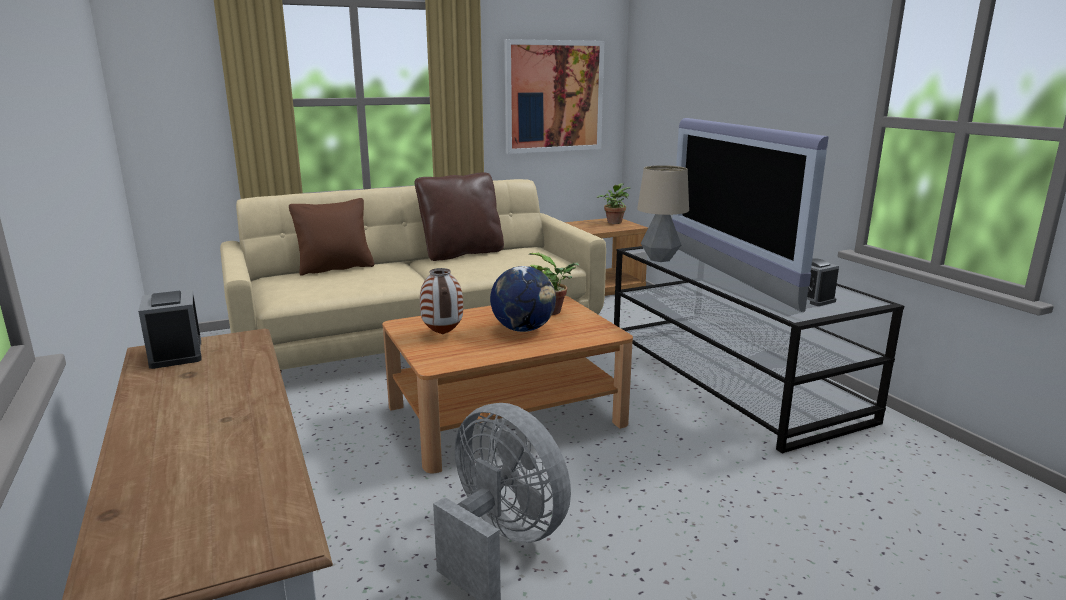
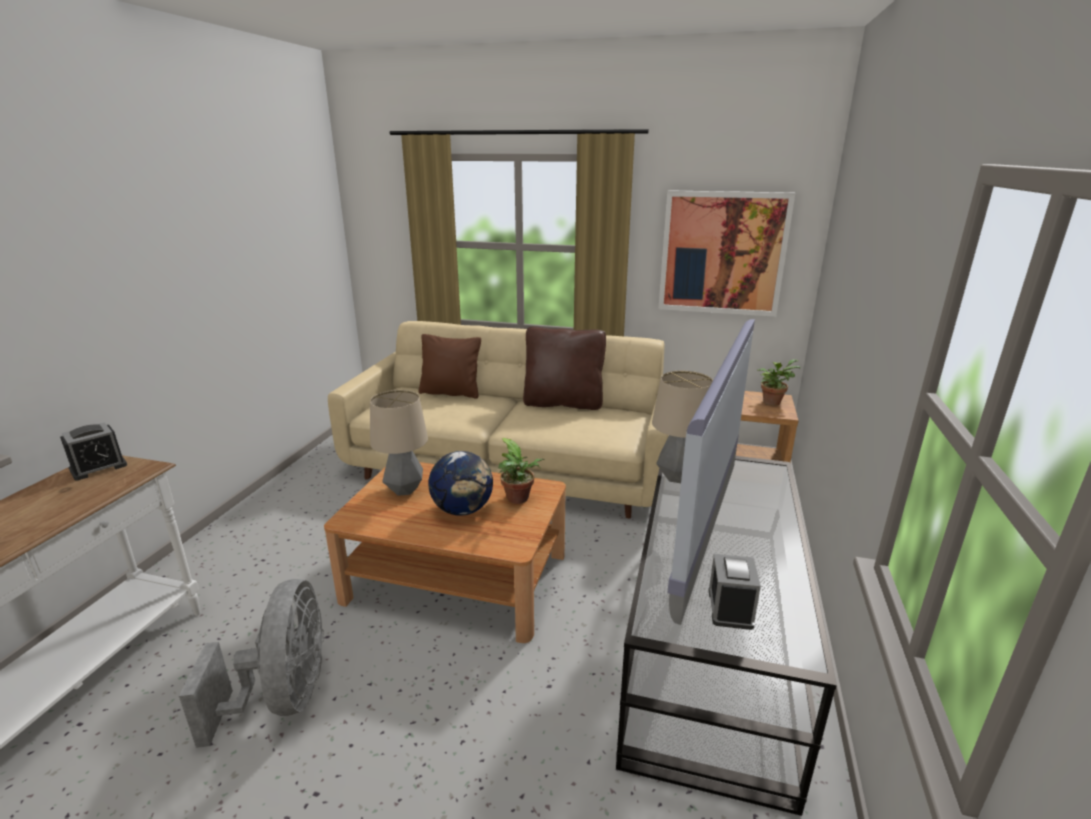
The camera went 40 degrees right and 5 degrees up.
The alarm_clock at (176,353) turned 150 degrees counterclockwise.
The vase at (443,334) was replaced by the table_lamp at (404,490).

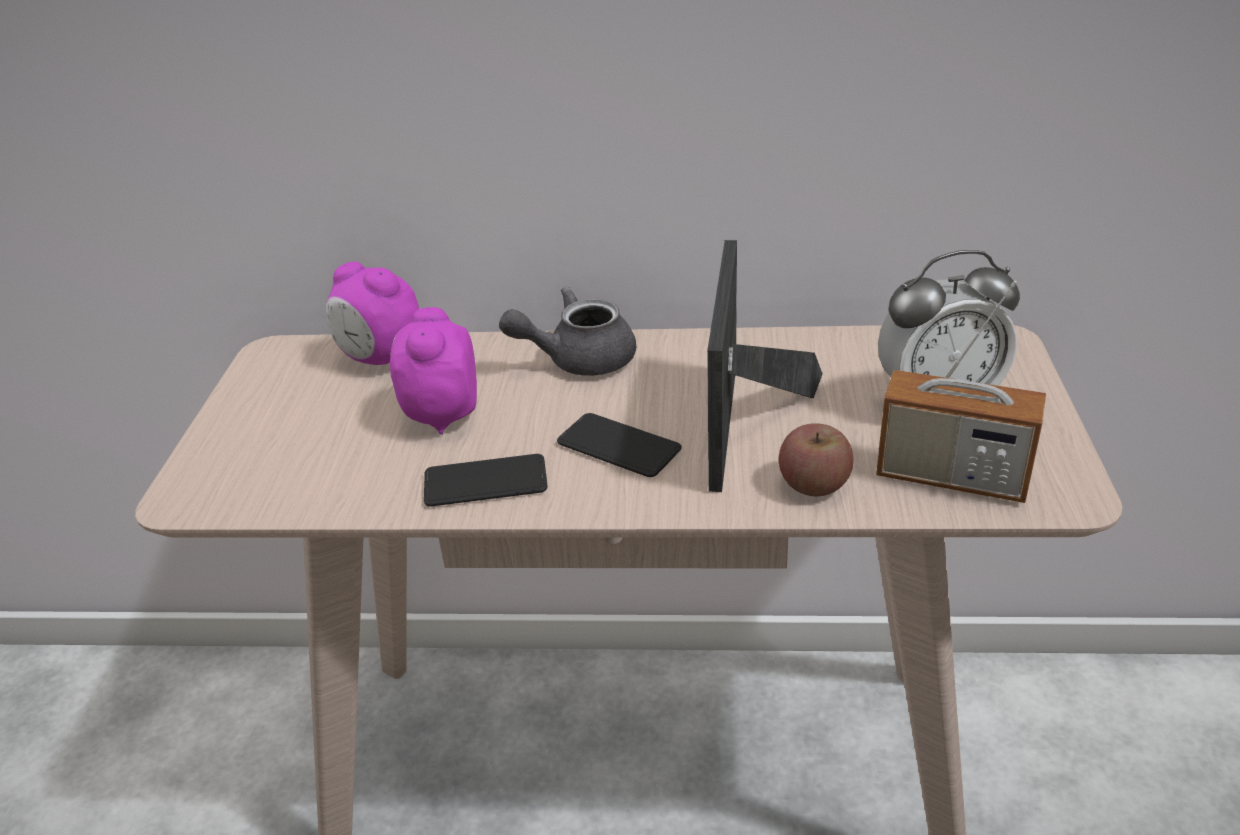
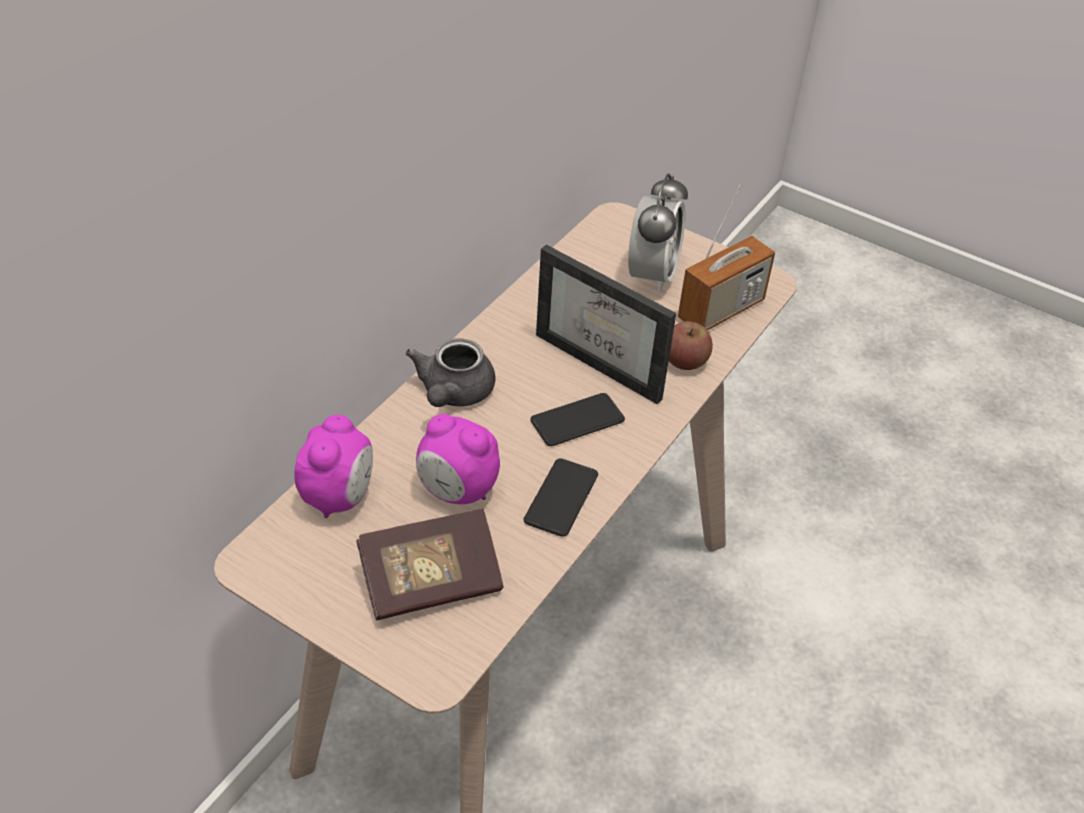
The camera went 65 degrees left and 10 degrees up.
The alarm_clock at (381,359) turned 45 degrees counterclockwise.
The book at (431,582) appeared.

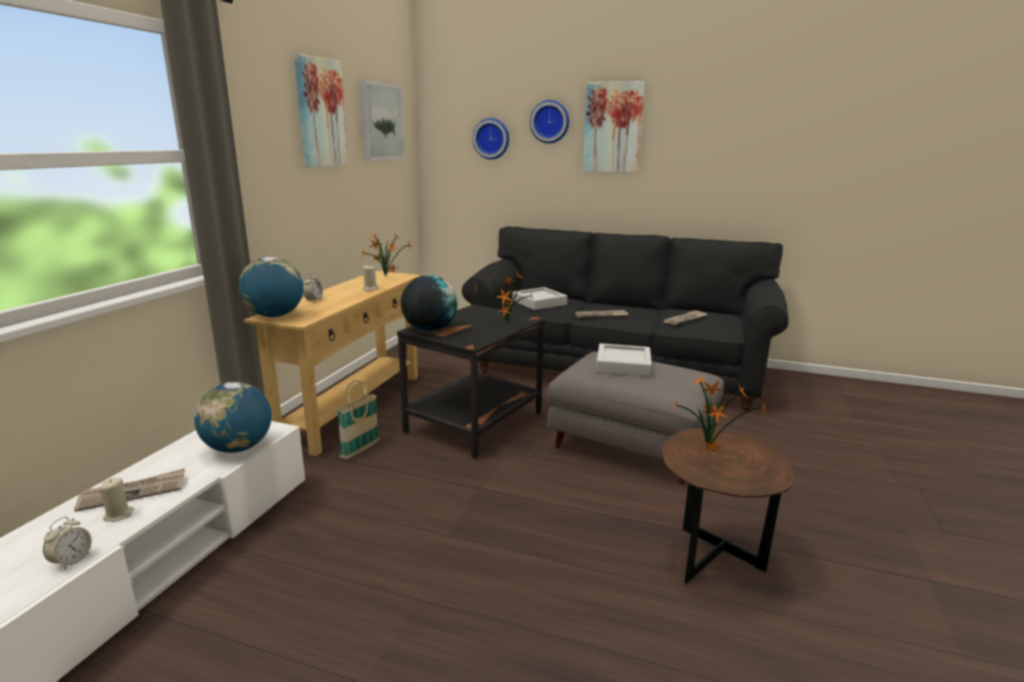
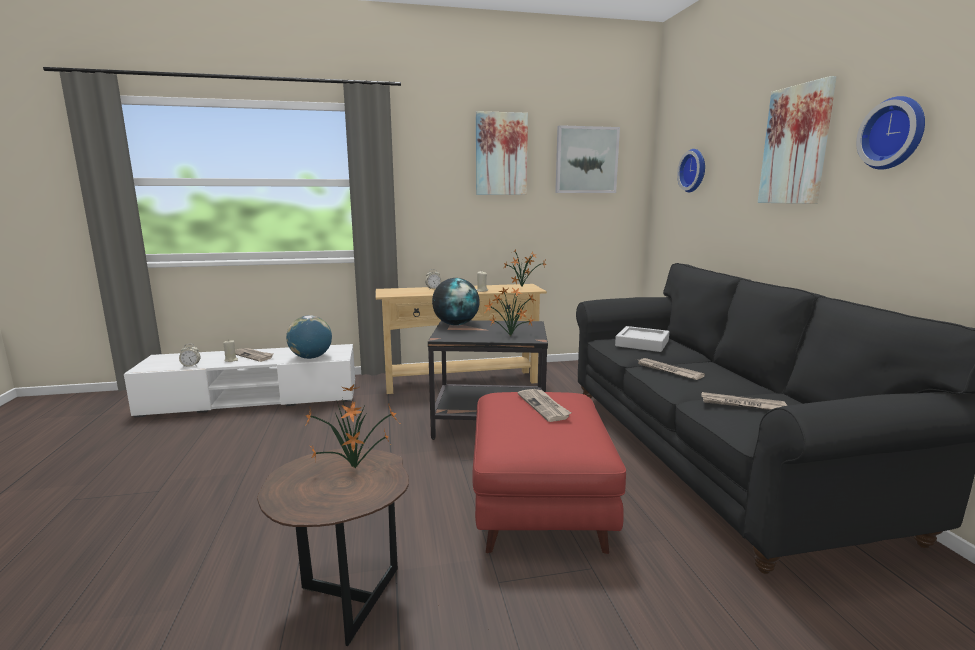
The camera went 60 degrees right and 5 degrees down.
The grey_ottoman at (632,445) became the red_ottoman at (540,503).
The grey_tray at (623,365) was replaced by the newspaper at (544,406).
The wall_clock moved from (550,122) to (894,133).
The globe at (275,316) disappeared.
The basket at (360,450) disappeared.

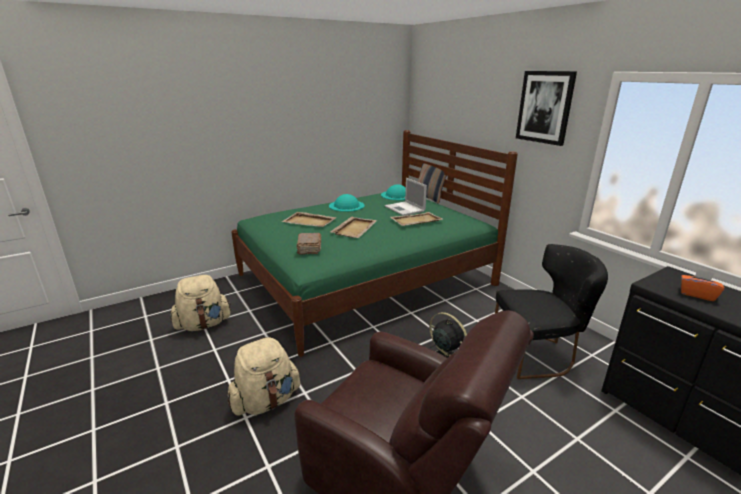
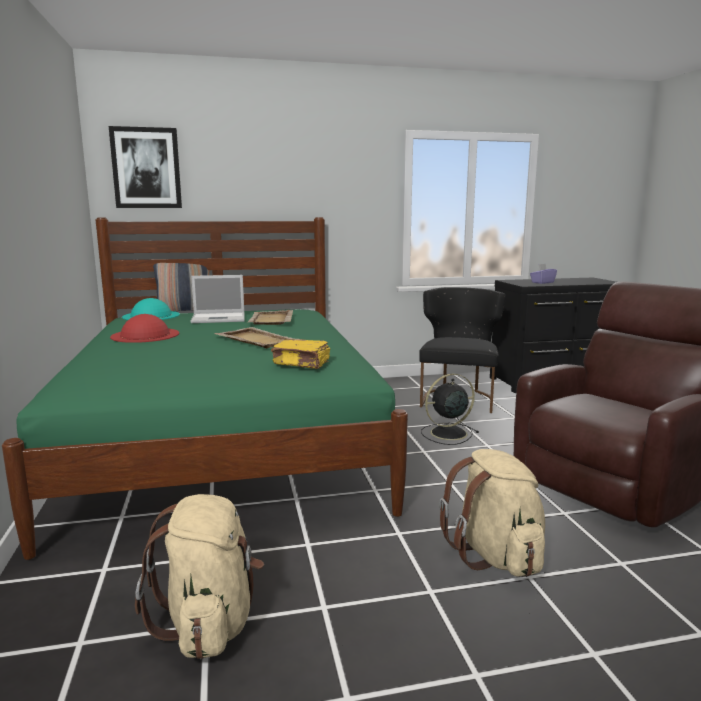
The camera went 70 degrees left and 10 degrees down.
The picture moved from (545,107) to (146,168).
The turquoise_hat at (346,205) became the red_hat at (145,335).
The brown_book at (309,249) became the yellow_book at (302,363).
The orange_tissue_box at (697,294) became the purple_tissue_box at (542,282).
The beige_tray at (310,221) disappeared.

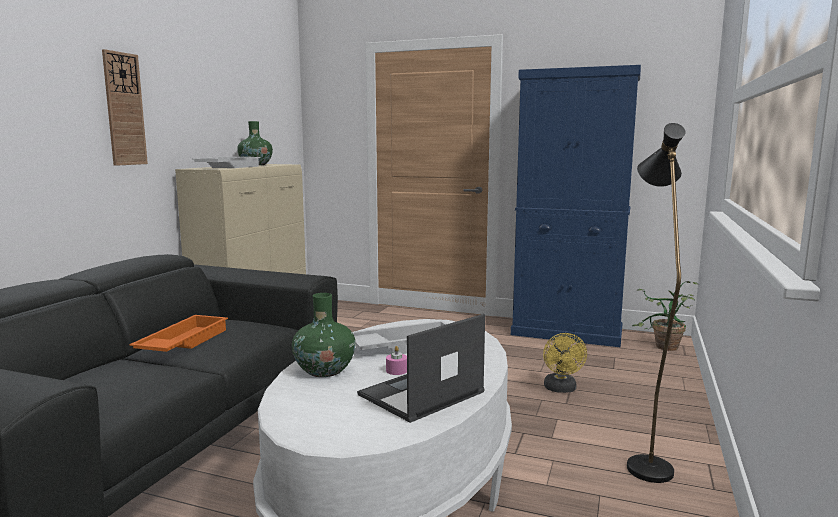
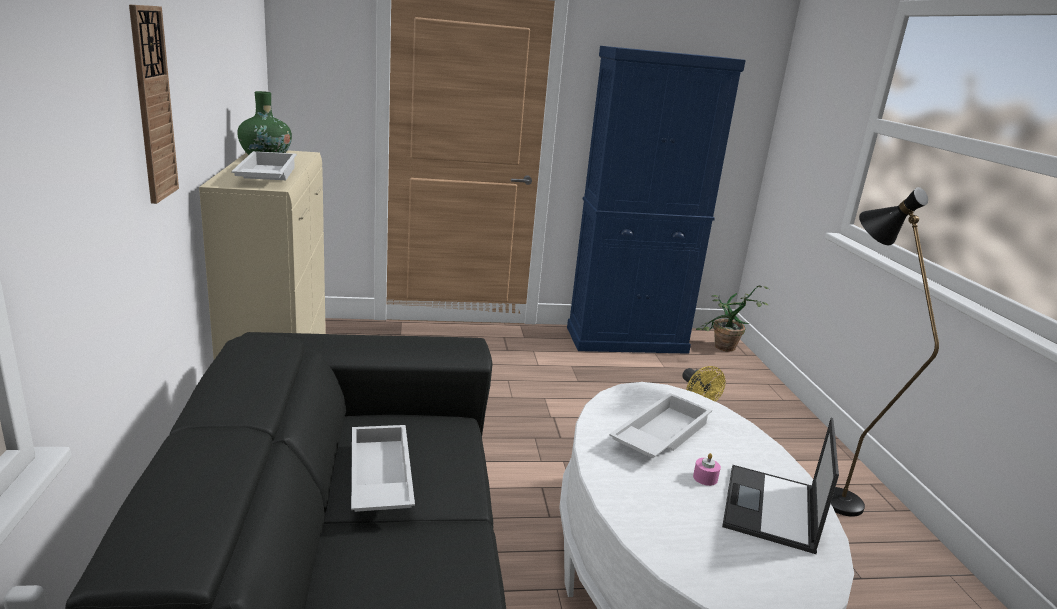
The camera went 30 degrees left and 10 degrees up.
The orange_tray at (182,342) became the white_tray at (378,477).
The green_vase at (325,370) disappeared.

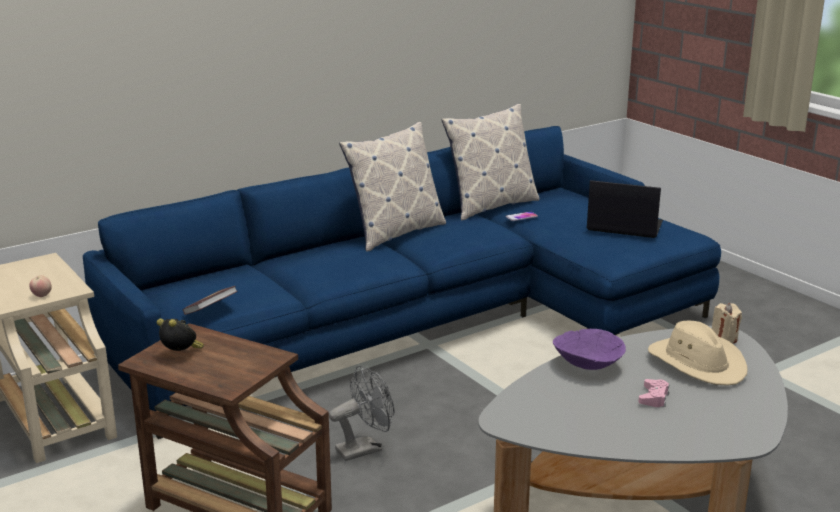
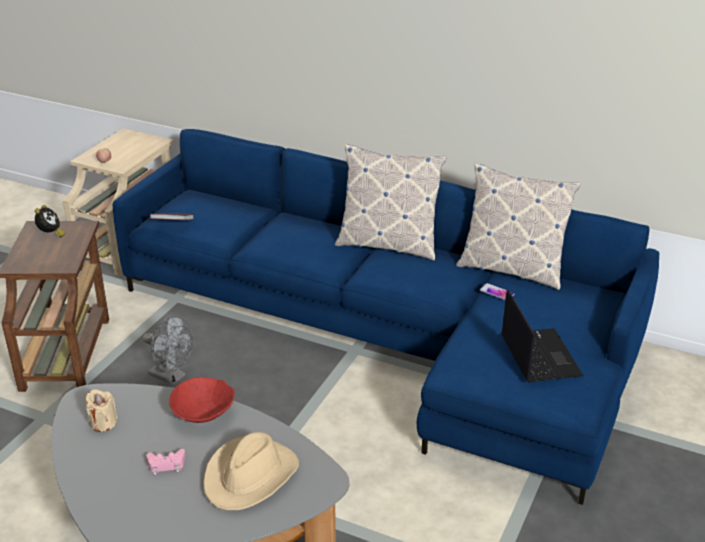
The camera went 60 degrees right and 10 degrees up.
The beige_candle moved from (724,338) to (103,423).
The purple_bowl at (587,365) became the red_bowl at (203,413).

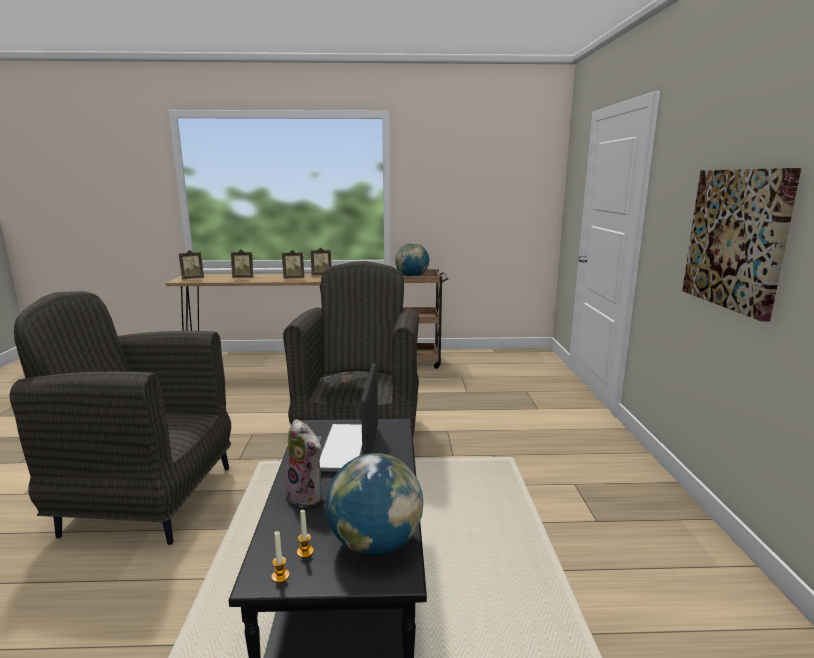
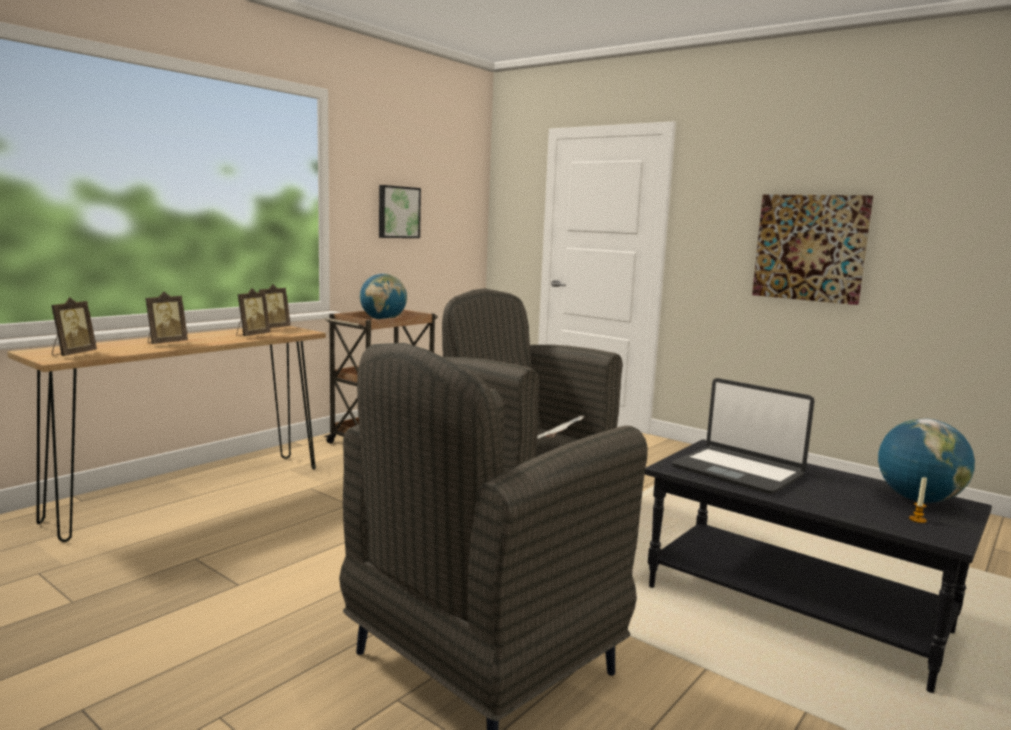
The camera went 50 degrees left and 5 degrees down.
The picture at (398,212) appeared.
The candle at (280,576) disappeared.
The plush_toy at (307,495) disappeared.

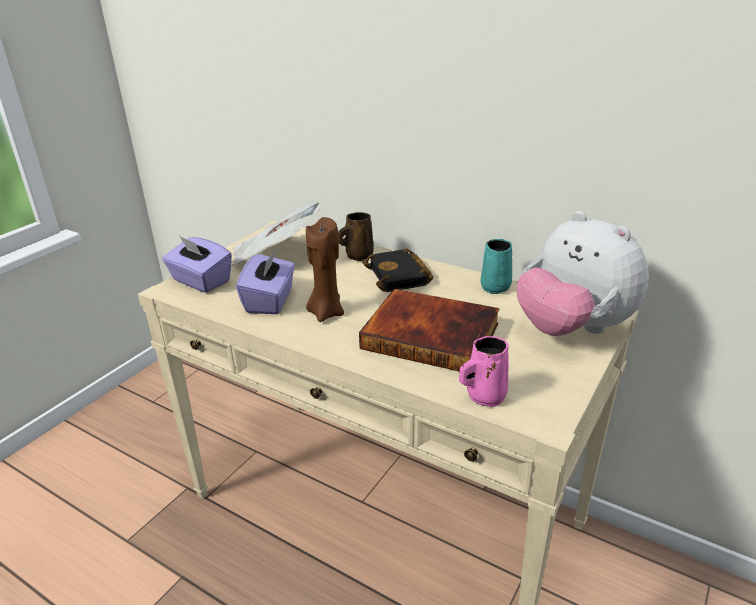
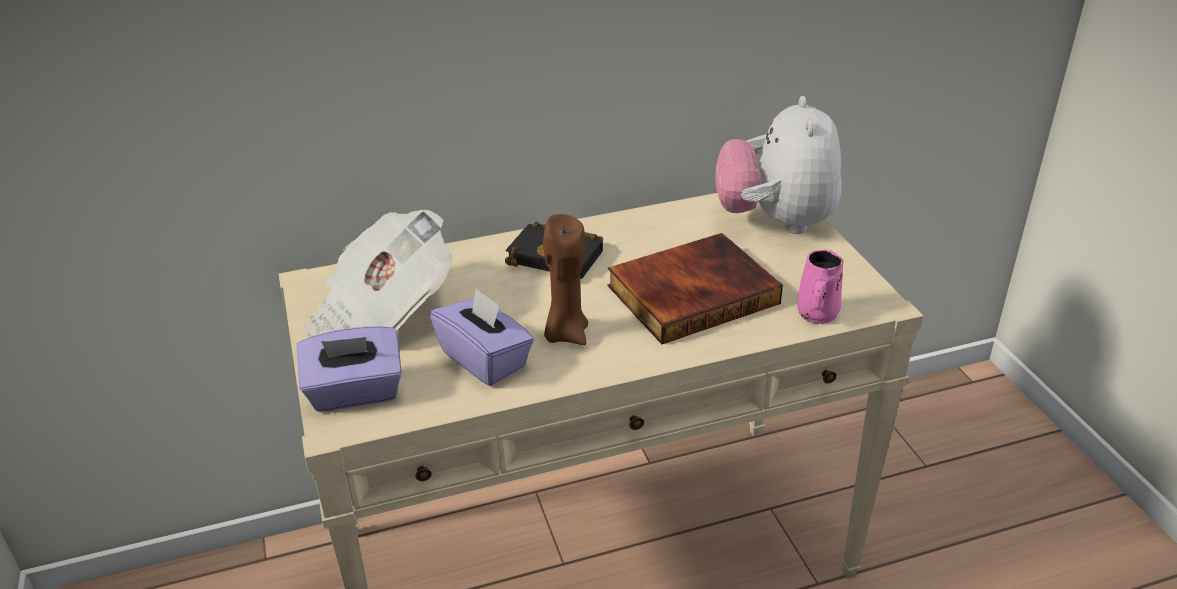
The camera went 50 degrees left and 5 degrees up.
The plush_toy at (572,329) turned 90 degrees clockwise.
The brown_mug at (358,256) disappeared.
The turquoise_mug at (496,286) disappeared.

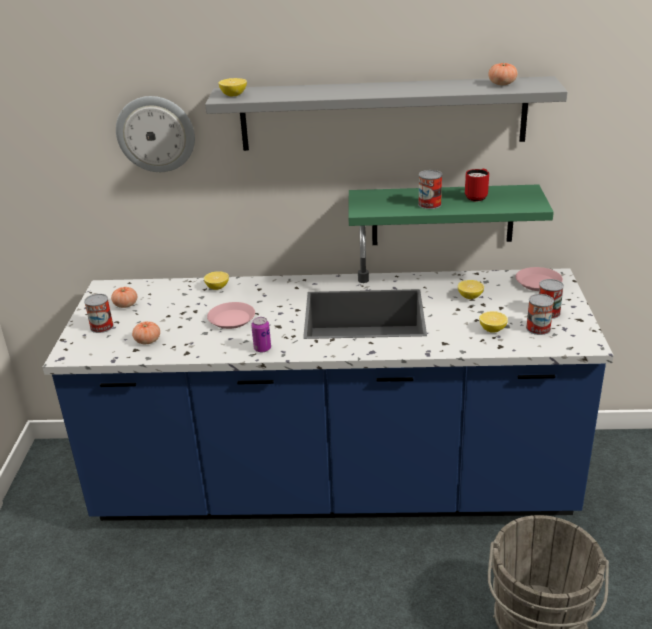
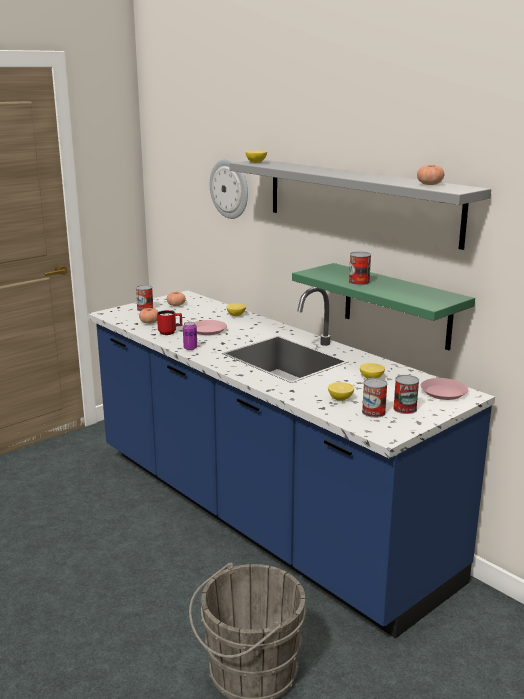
The camera went 45 degrees right and 10 degrees down.
The red_mug moved from (477,196) to (170,332).

